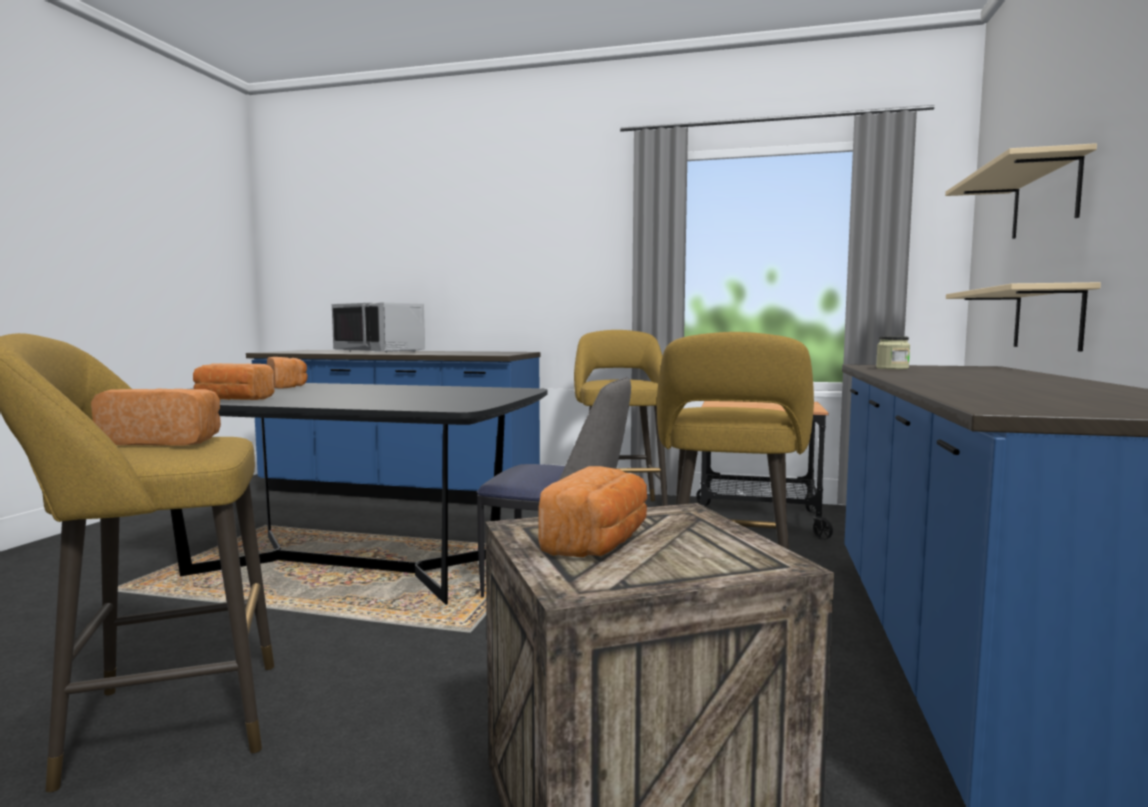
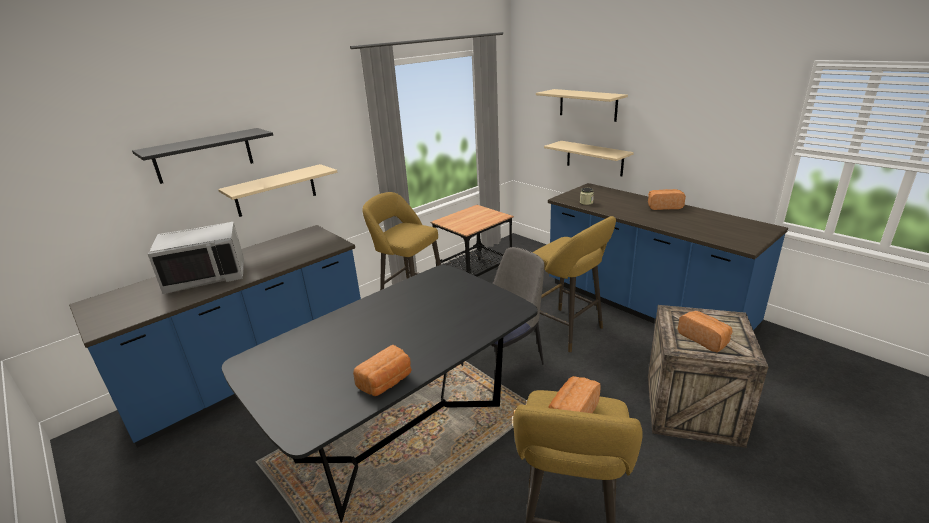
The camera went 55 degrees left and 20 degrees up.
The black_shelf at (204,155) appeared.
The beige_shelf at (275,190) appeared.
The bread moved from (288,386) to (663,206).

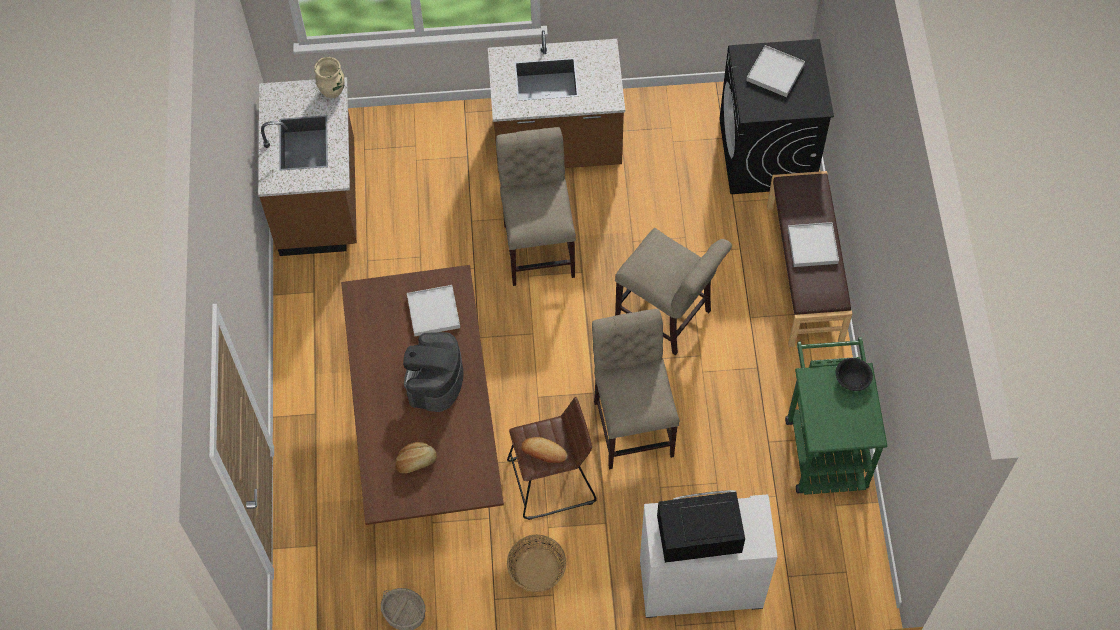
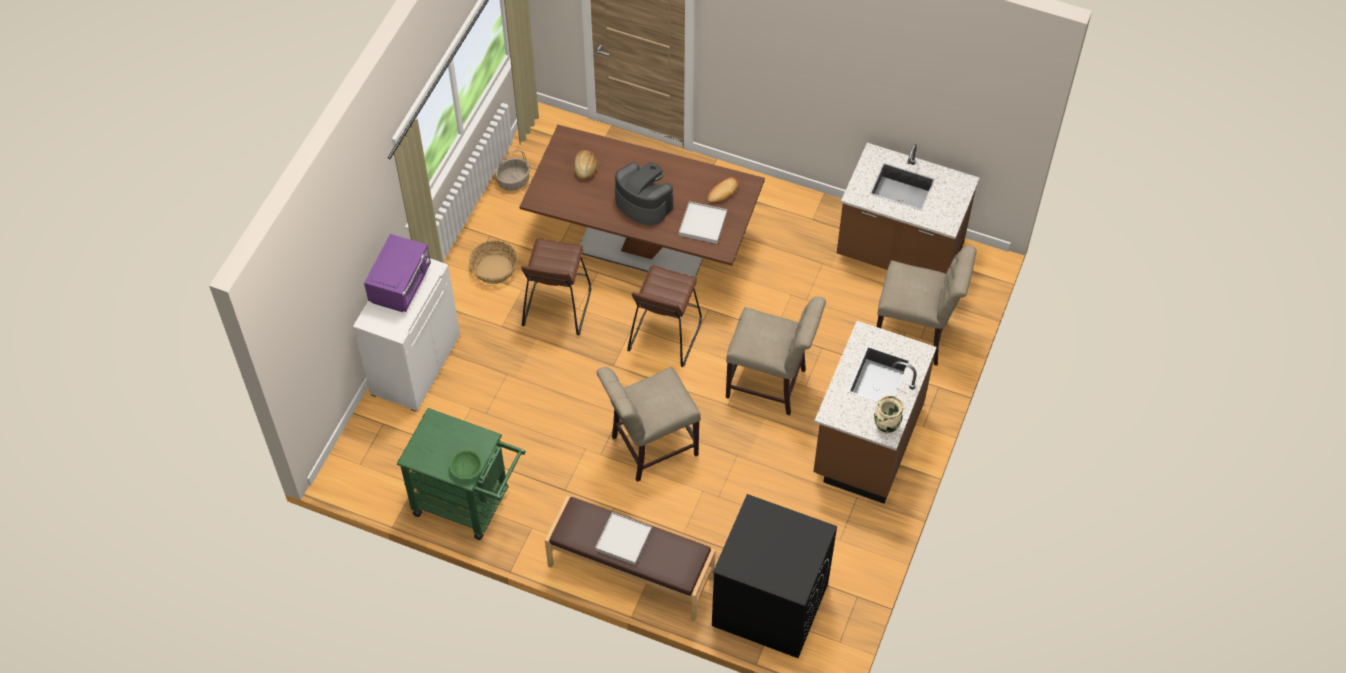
The camera went 115 degrees right and 5 degrees down.
The black_microwave at (697,536) became the purple_microwave at (401,285).
The black_bowl at (852,378) became the green_bowl at (466,468).
The brown_stool at (664,335) appeared.
The bread moved from (544,452) to (722,192).
The beige_vase moved from (333,91) to (886,426).
The beige_chair moved from (632,423) to (915,337).
The white_tray at (775,73) disappeared.

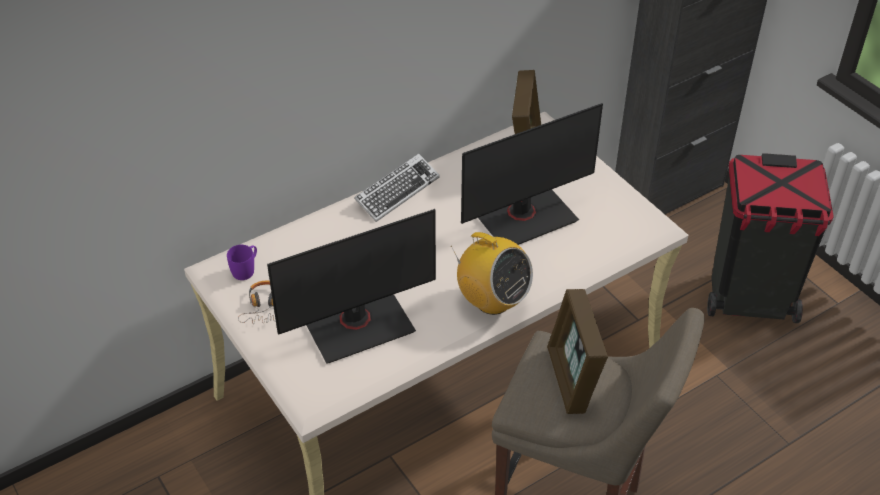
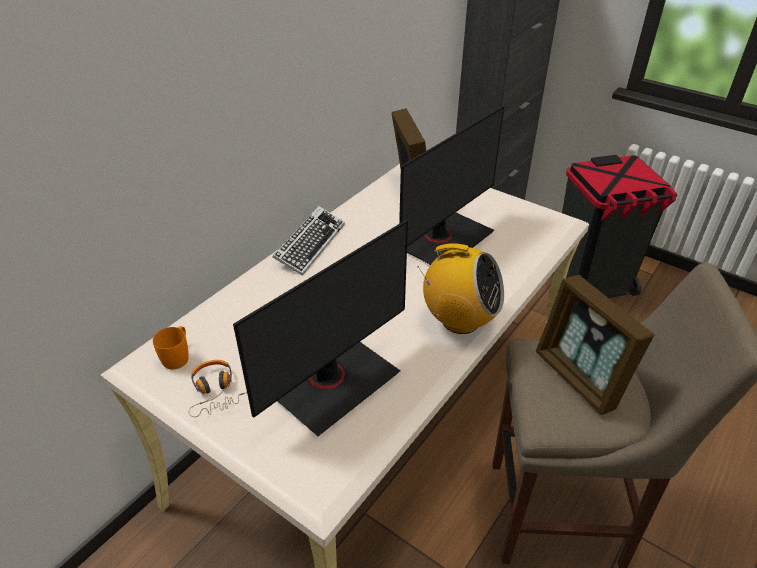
The camera went 20 degrees left and 5 degrees down.
The purple_mug at (246,269) became the orange_mug at (178,356).

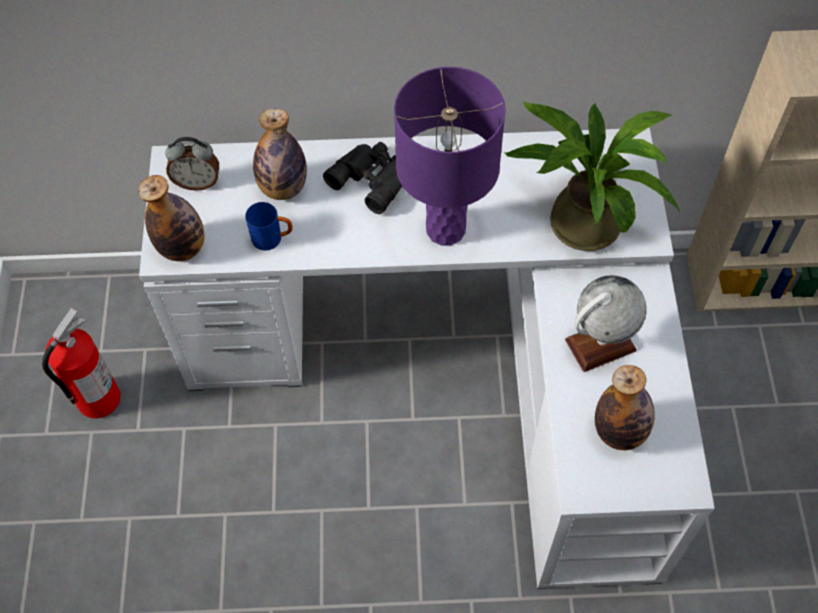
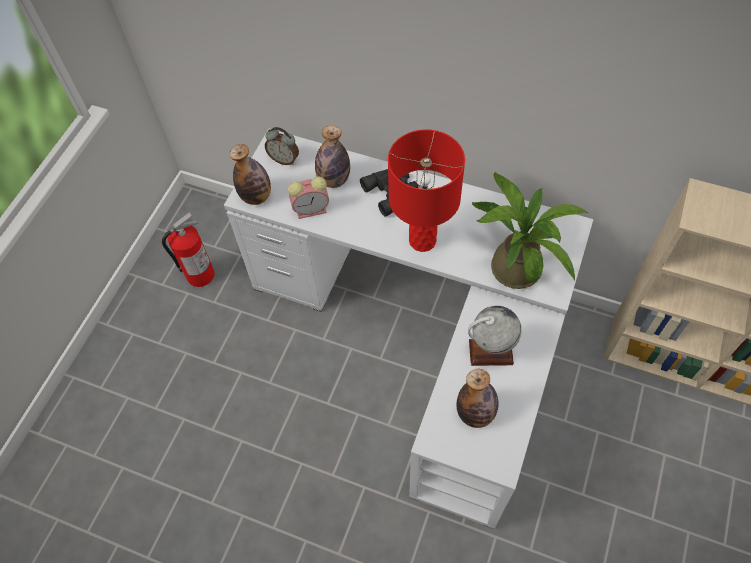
The camera went 25 degrees right and 0 degrees up.
The blue_mug at (273,238) was replaced by the alarm_clock at (312,209).
The purple_table_lamp at (446,229) became the red_table_lamp at (423,240).

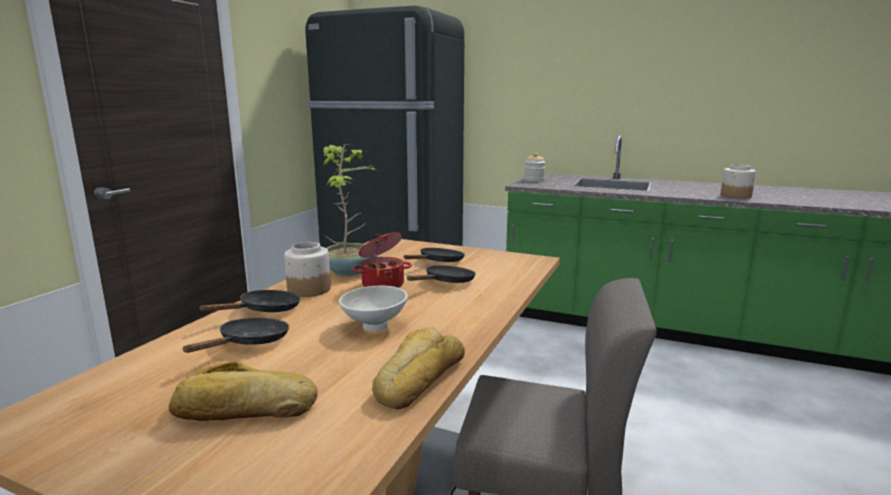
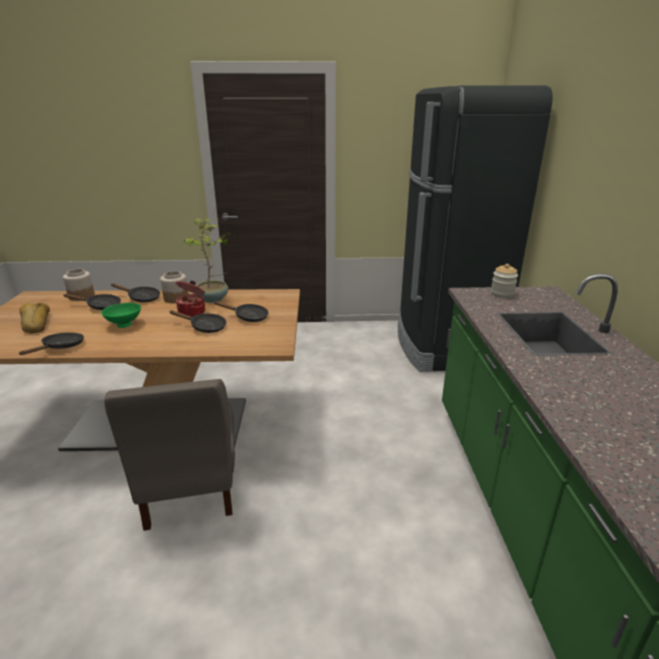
The camera went 65 degrees right and 10 degrees up.
The bread at (417,378) was replaced by the black_frying_pan at (61,347).
The jar moved from (736,196) to (81,296).
The white_bowl at (374,327) became the green_bowl at (123,325).

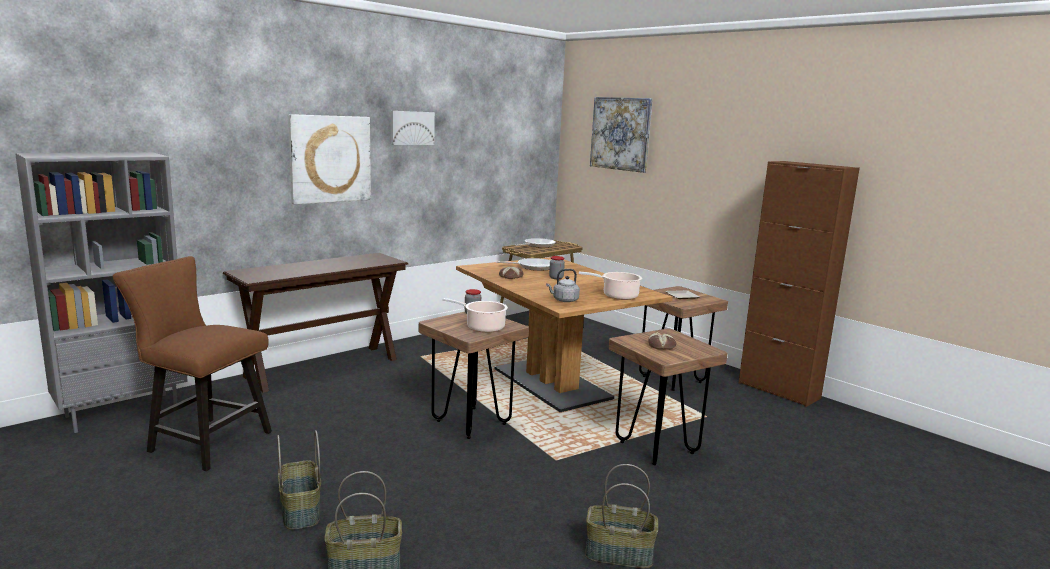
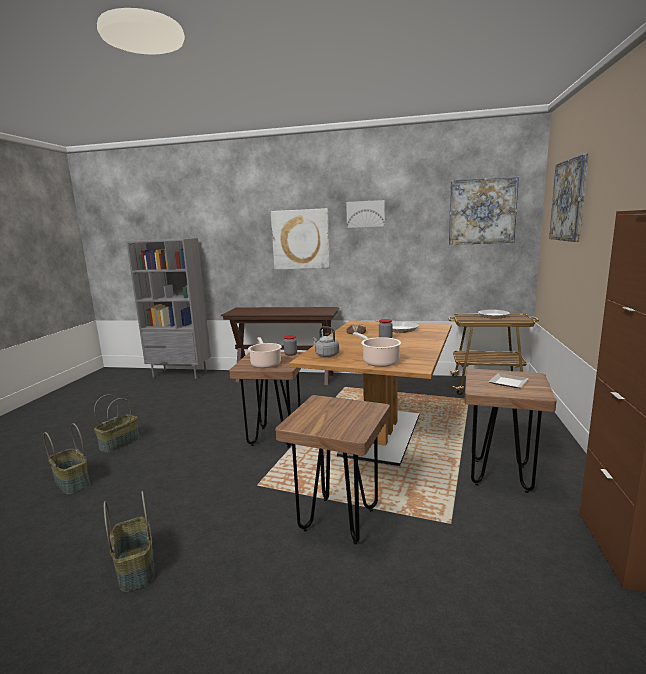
The camera went 55 degrees right and 0 degrees up.
The picture at (482,211) appeared.
The brown_chair at (203,441) disappeared.
The bread at (661,345) disappeared.

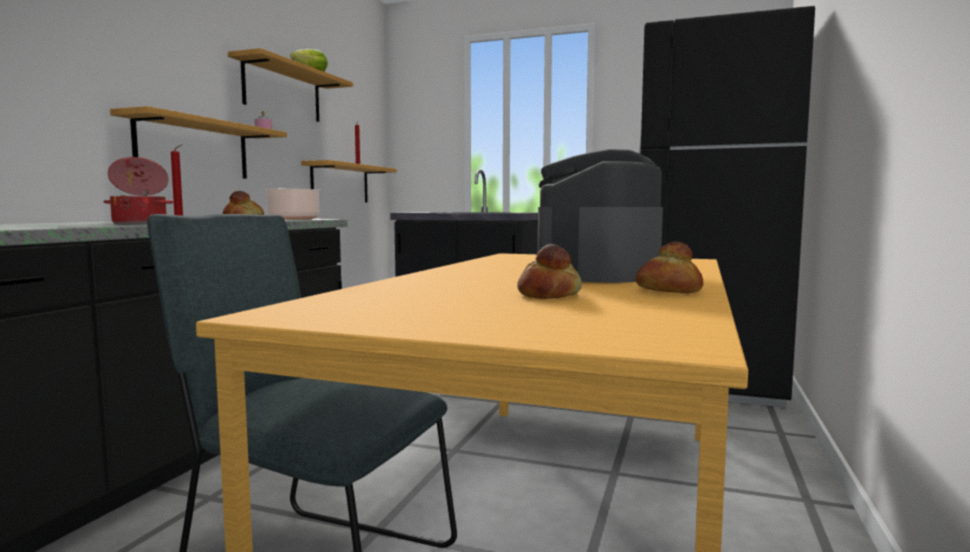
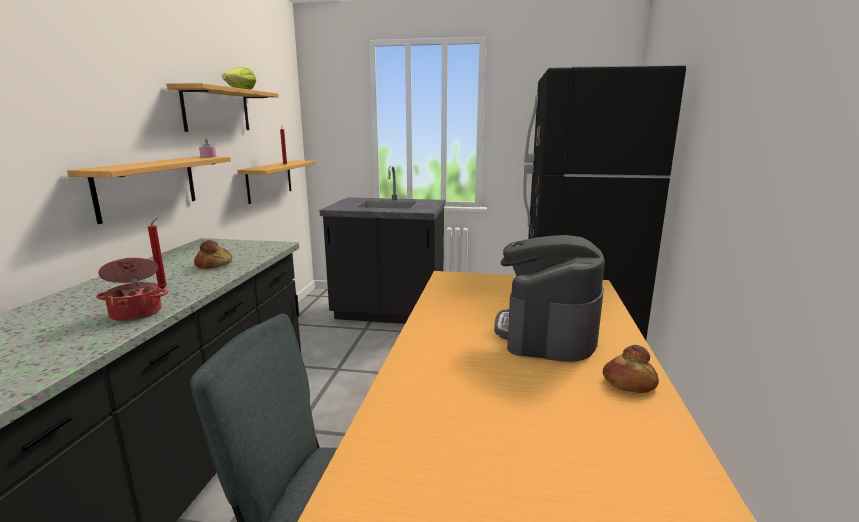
The camera went 10 degrees left and 10 degrees up.
The cooking_pot at (293,219) disappeared.
The bread at (549,295) disappeared.

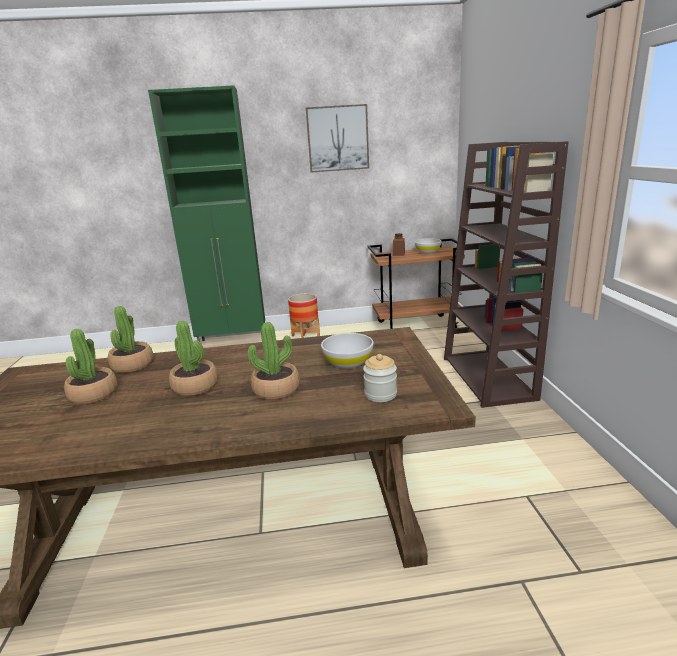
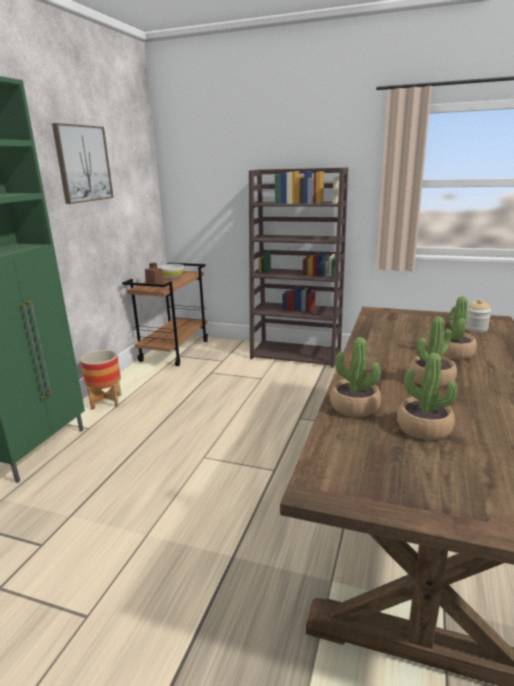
The camera went 65 degrees left and 0 degrees up.
The white_bowl at (348,362) disappeared.

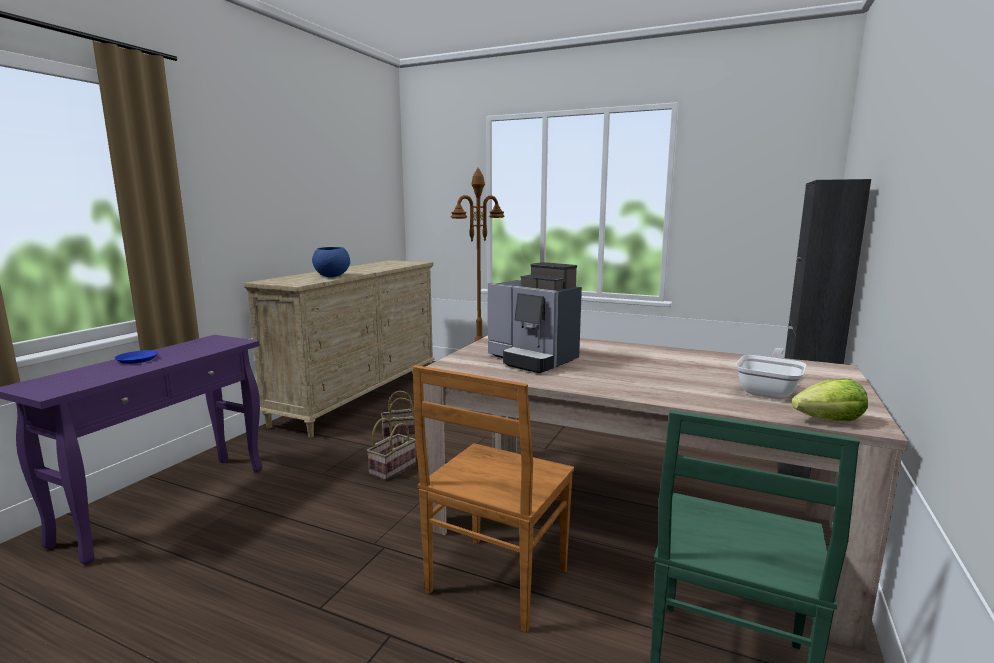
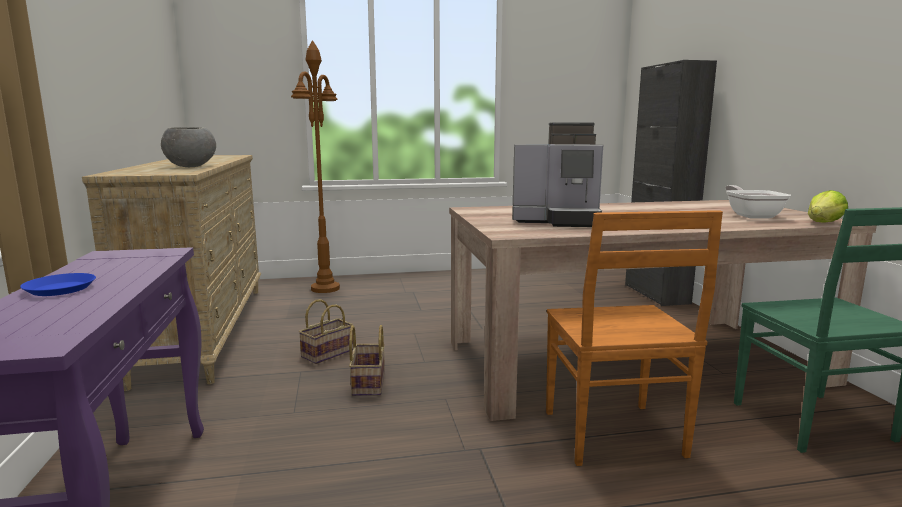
The camera went 35 degrees left and 0 degrees up.
The blue_bowl at (332,276) became the grey_bowl at (191,166).

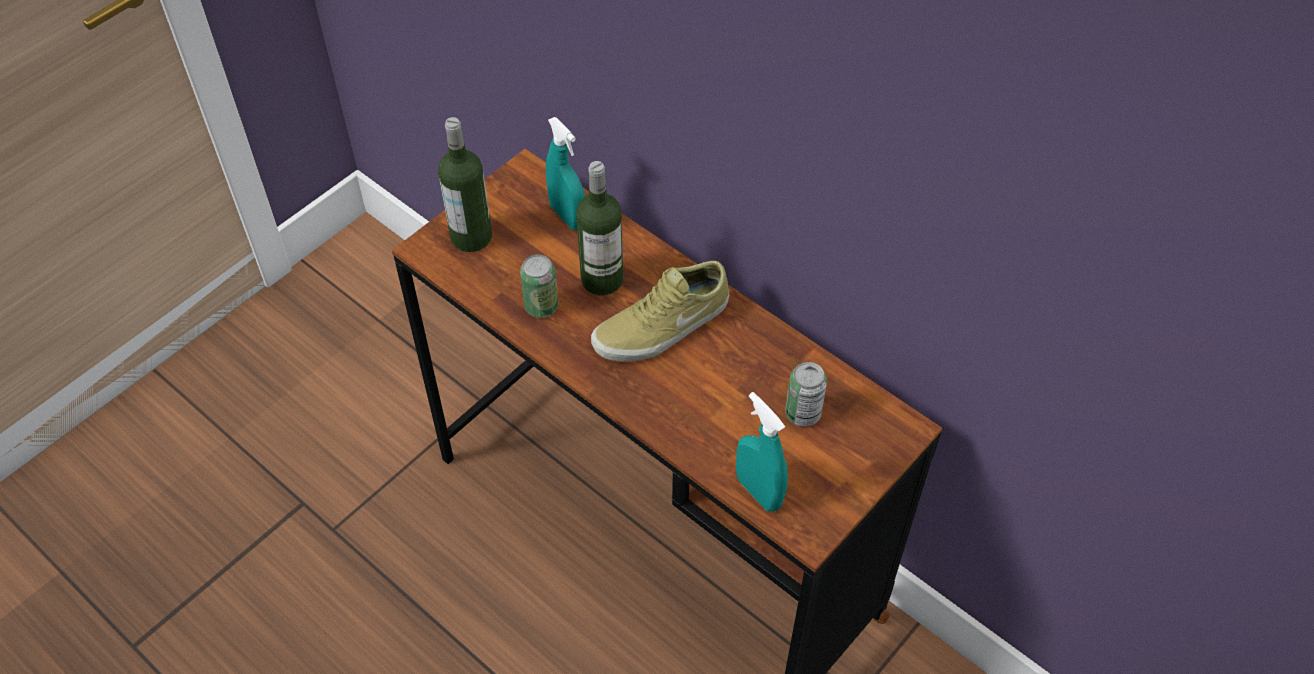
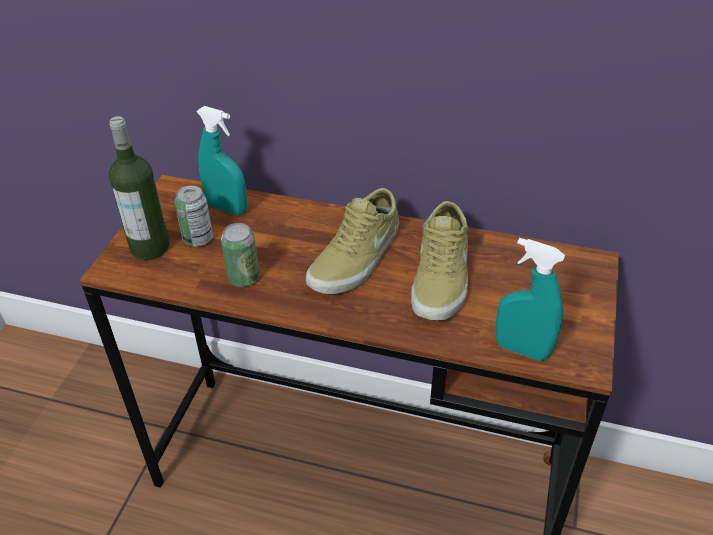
The camera went 25 degrees left and 10 degrees down.
The can moved from (803,413) to (198,239).
The beige_shoe at (442,277) appeared.
The bottle at (602,279) disappeared.

